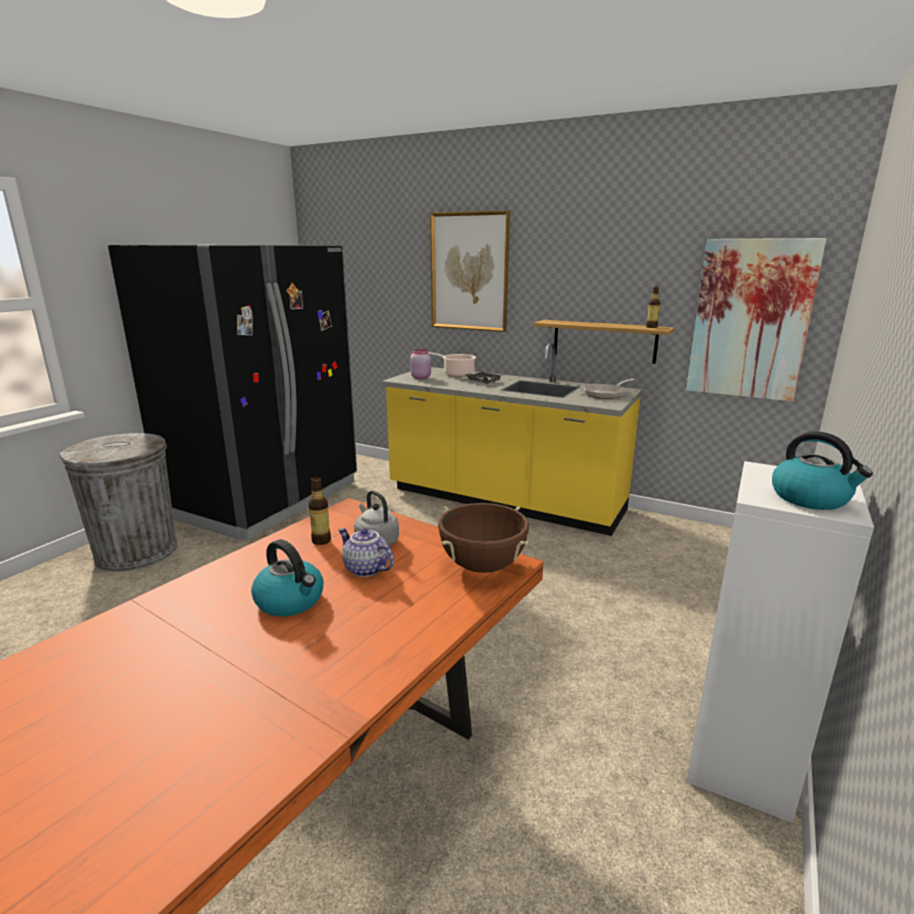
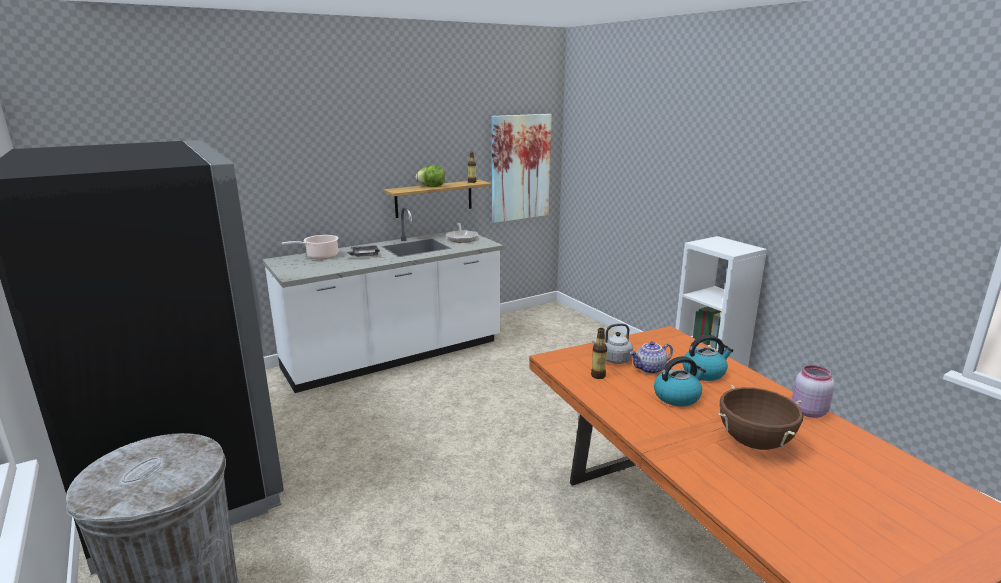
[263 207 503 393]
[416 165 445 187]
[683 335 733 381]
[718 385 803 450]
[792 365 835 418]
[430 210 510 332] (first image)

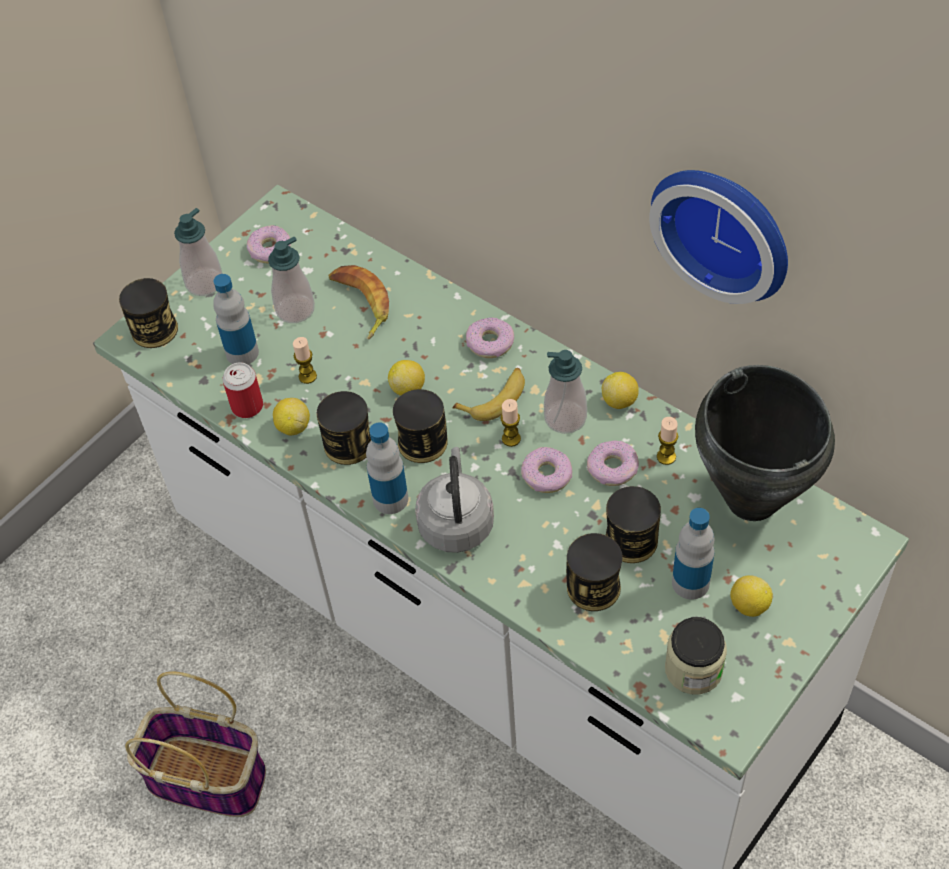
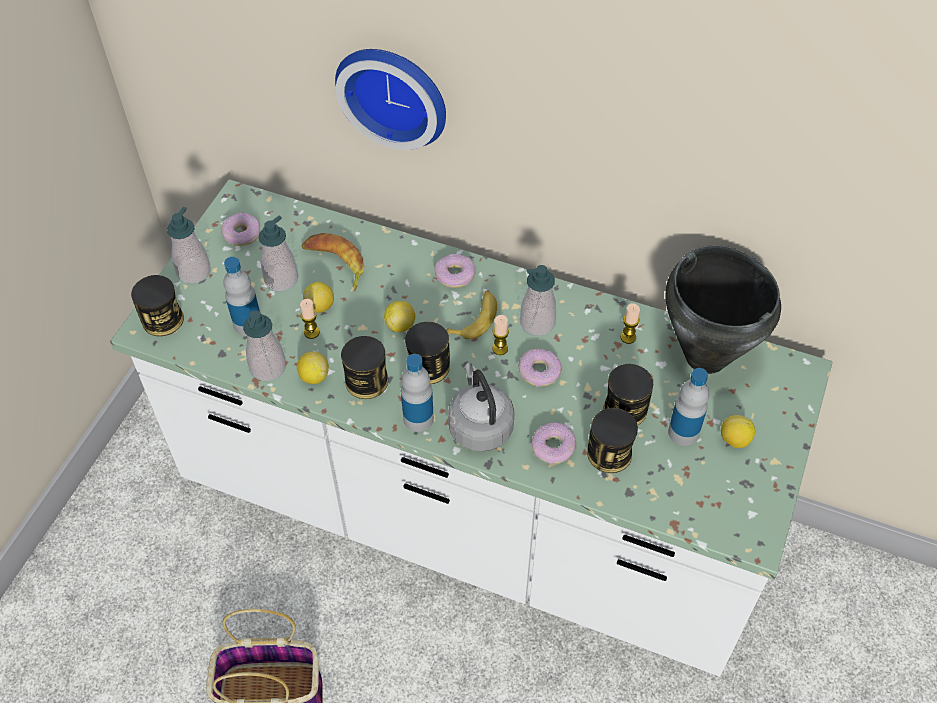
[243 311 286 381]
[303 282 334 313]
[335 49 446 150]
[532 422 576 464]
[665 617 727 694] (first image)

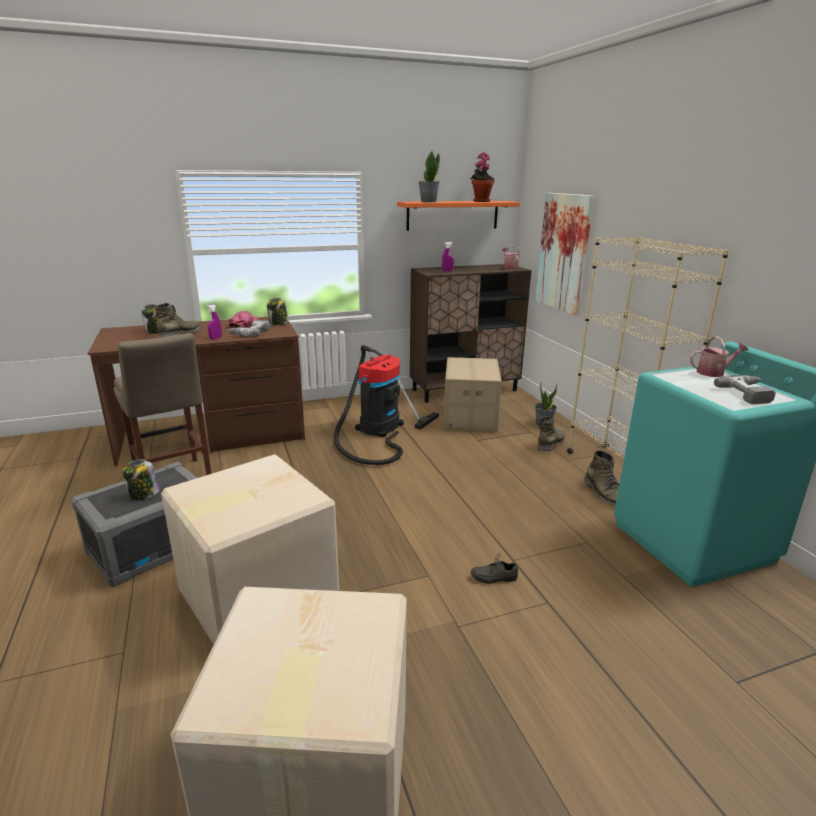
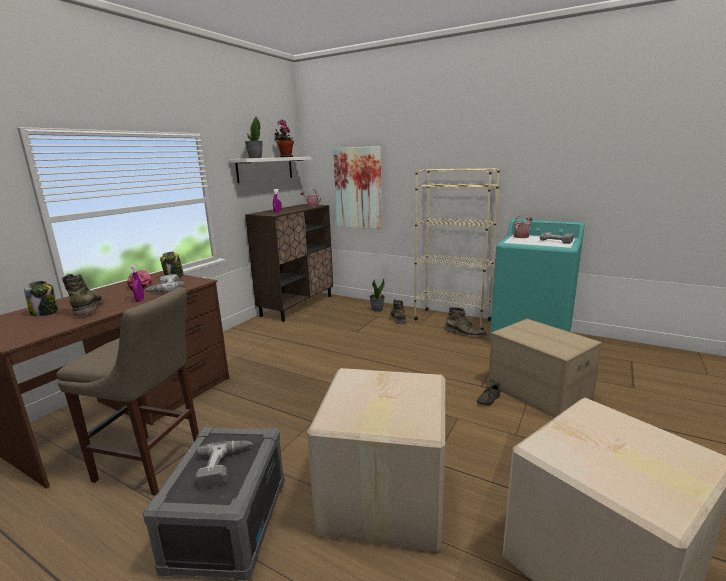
[195 441 252 489]
[228 157 311 183]
[488 319 602 418]
[334 345 439 465] (first image)

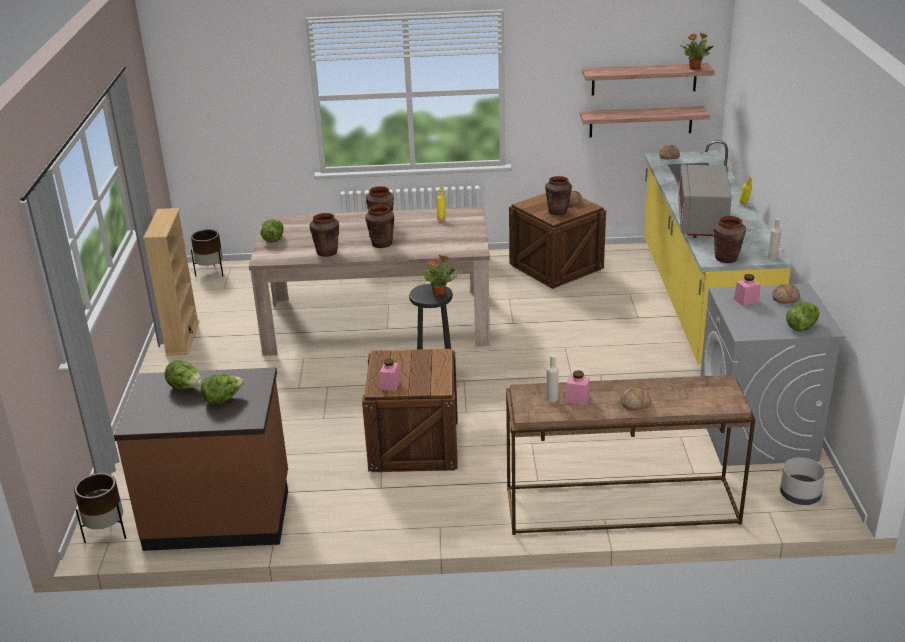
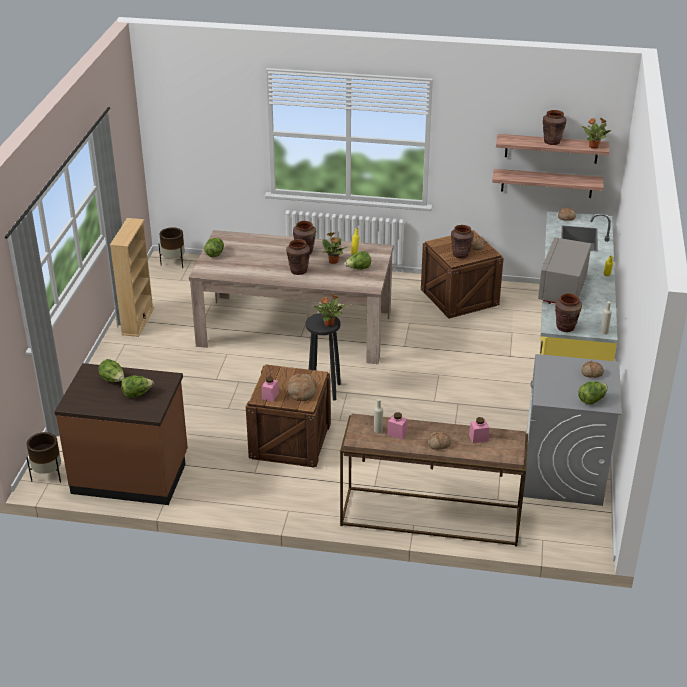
[288 373 317 401]
[322 233 347 264]
[344 251 371 270]
[469 417 489 443]
[543 110 566 145]
[780 457 825 505] (first image)

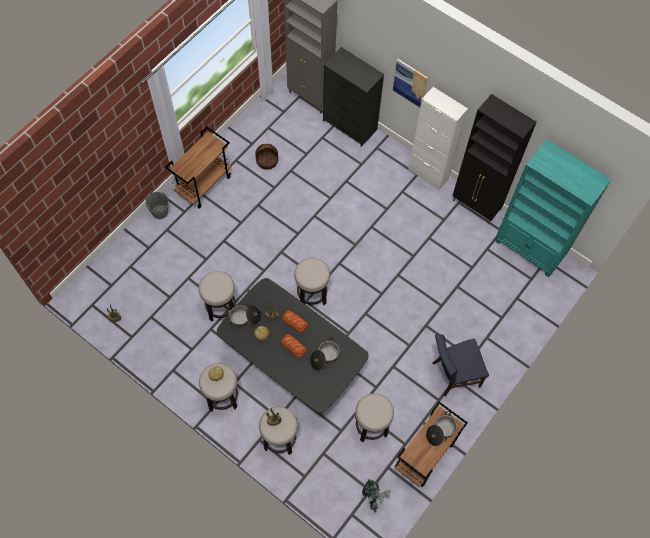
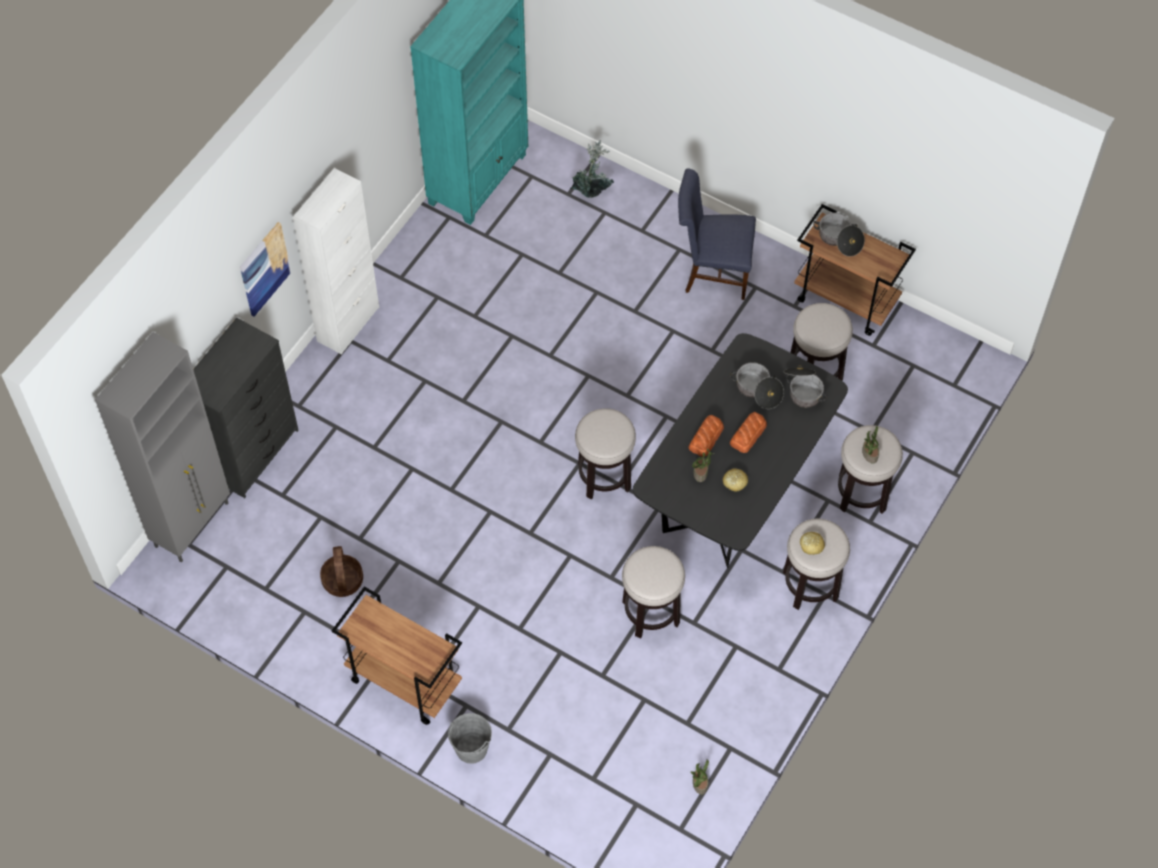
[570 140 614 198]
[678 168 756 300]
[784 365 828 408]
[452 94 537 224] (first image)

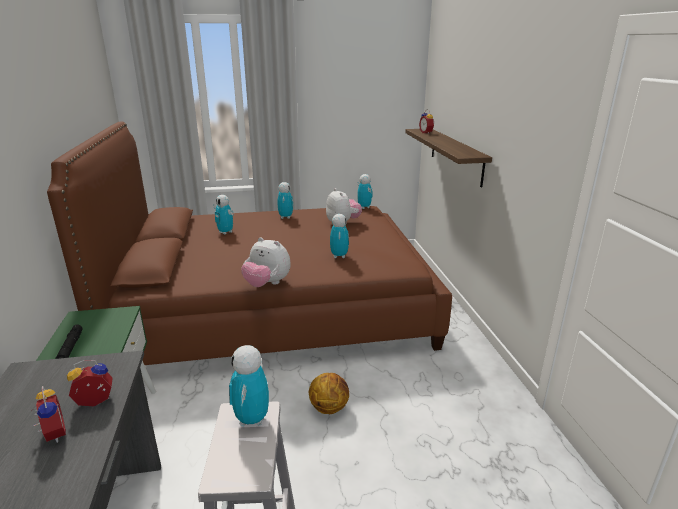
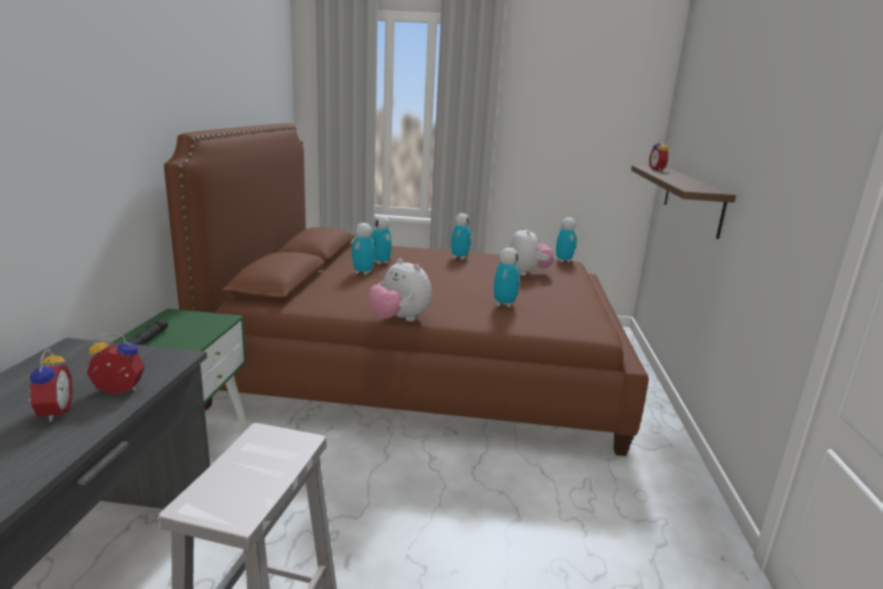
[351 223 374 275]
[309 373 349 414] (first image)

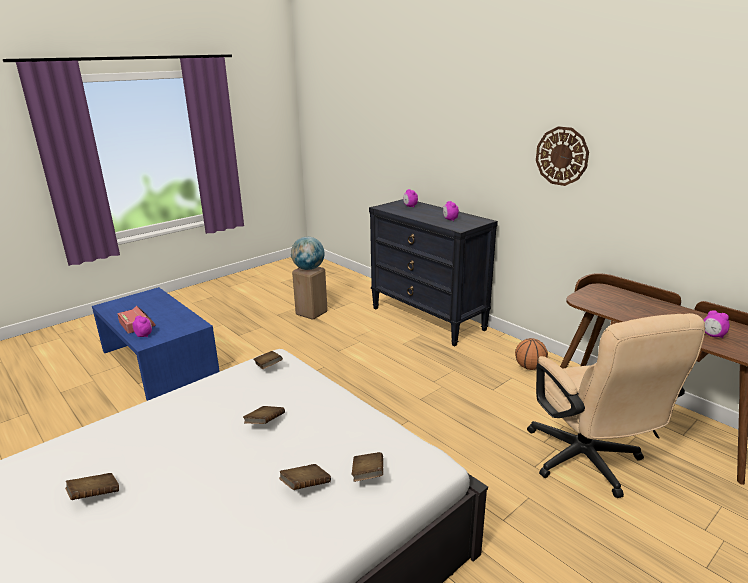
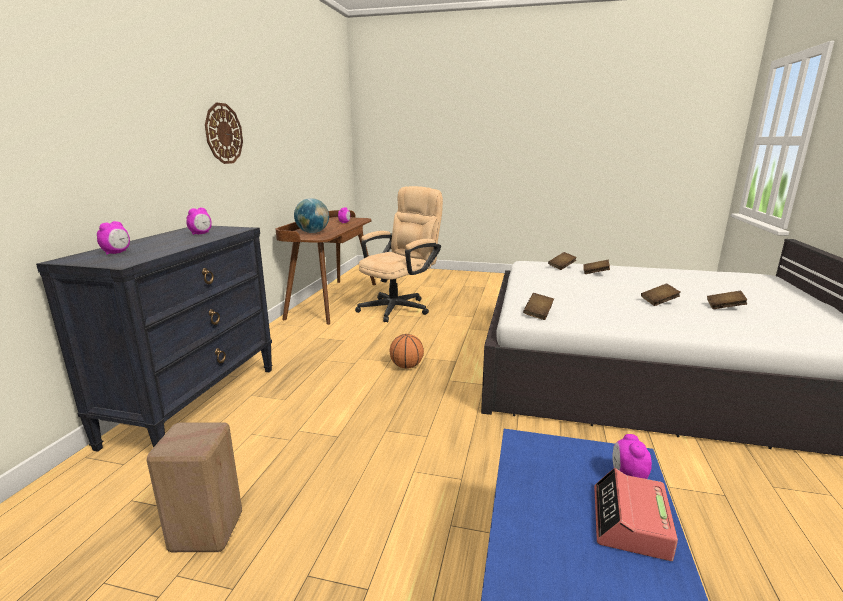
[294 198 329 233]
[390 334 424 369]
[641 283 681 306]

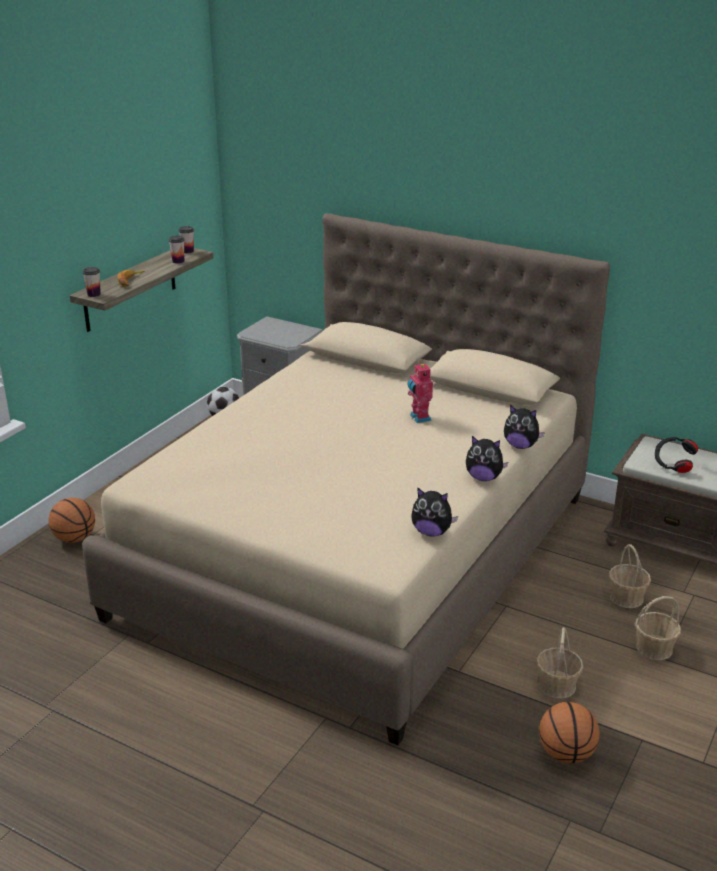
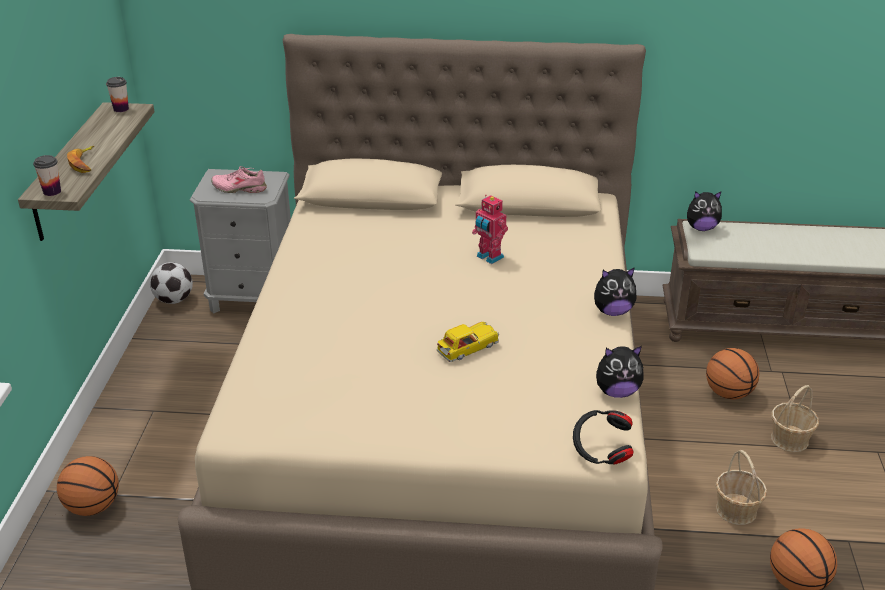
[211 166 267 193]
[437 322 499 362]
[573 410 633 464]
[687 191 722 231]
[706 348 759 400]
[169 236 185 264] (first image)

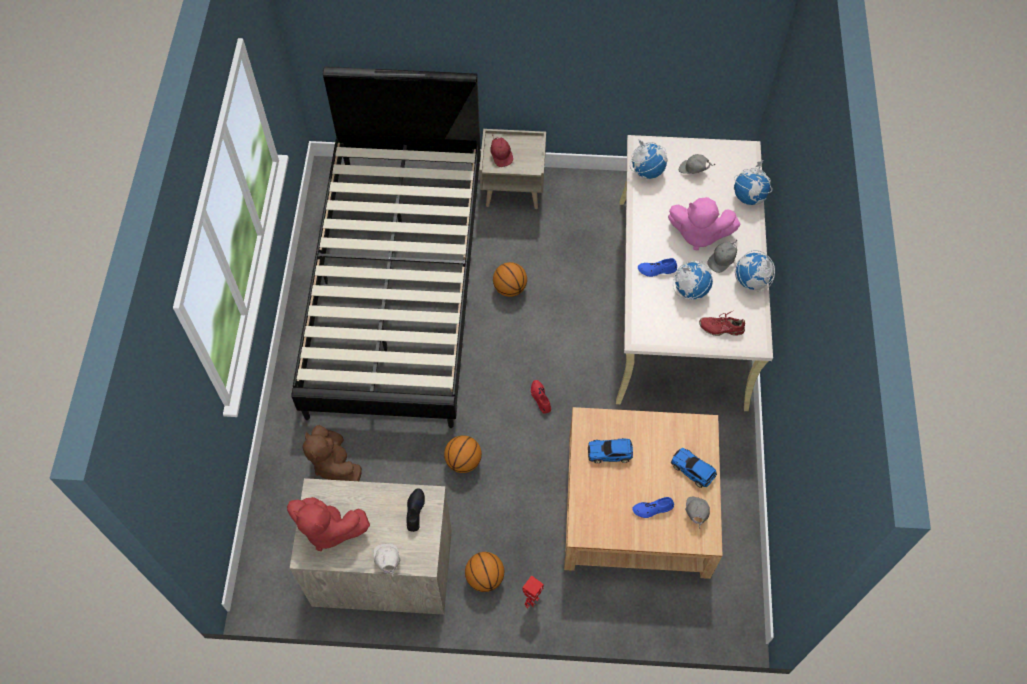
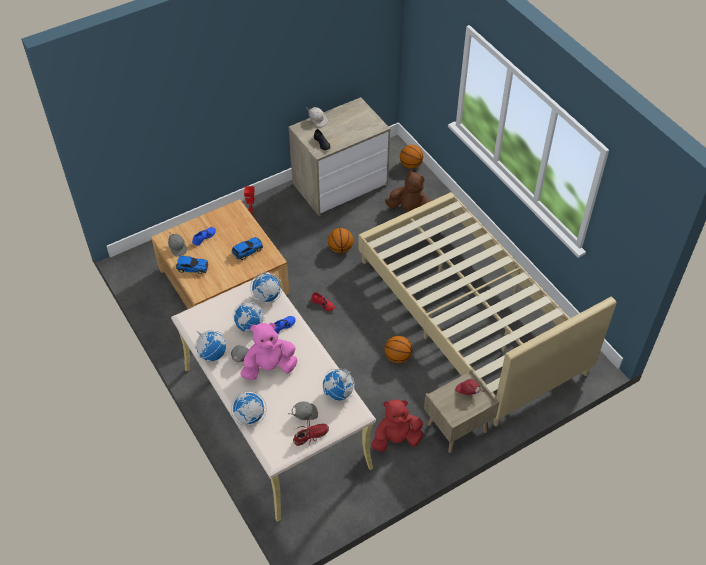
[250 272 282 304]
[293 419 329 446]
[358 192 617 427]
[371 399 424 452]
[400 145 423 168]

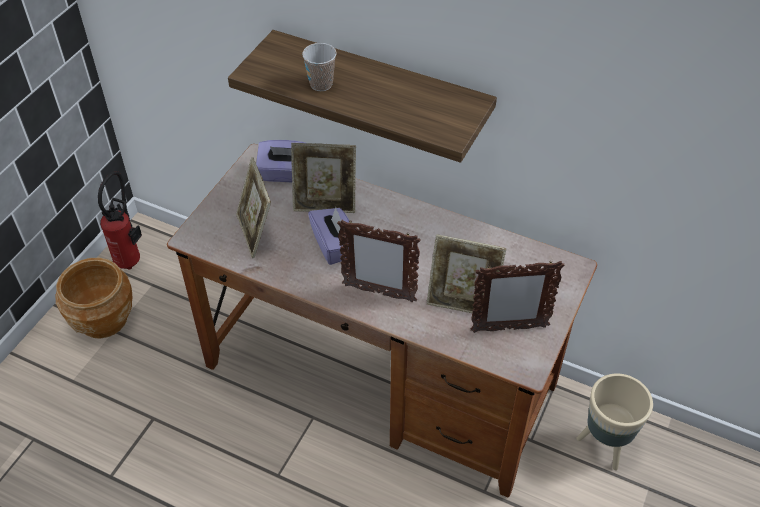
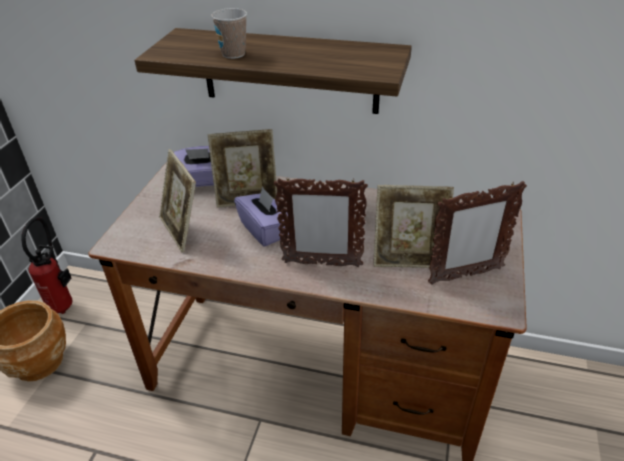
[576 374 653 470] (first image)

